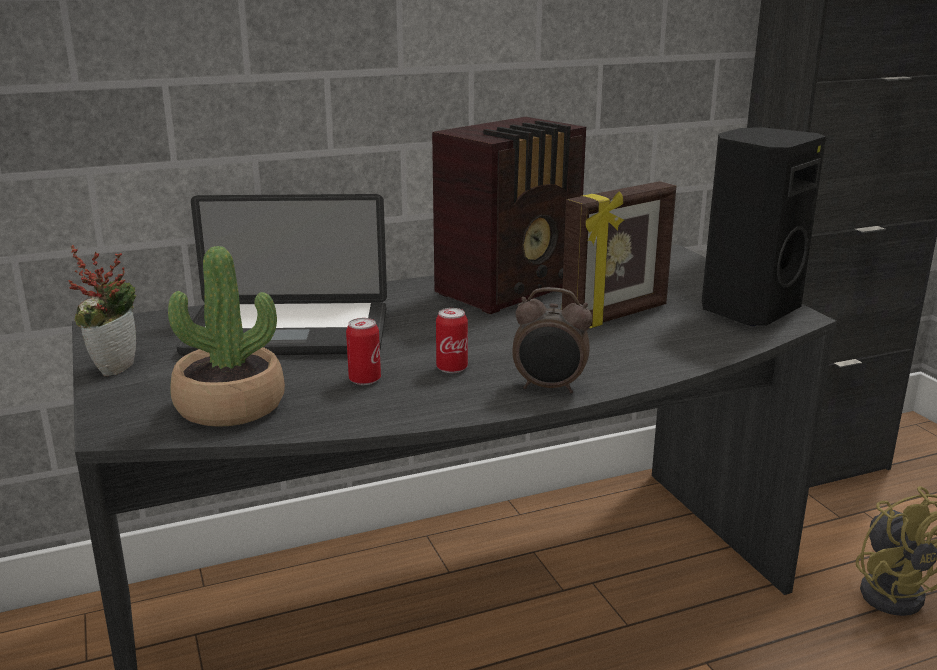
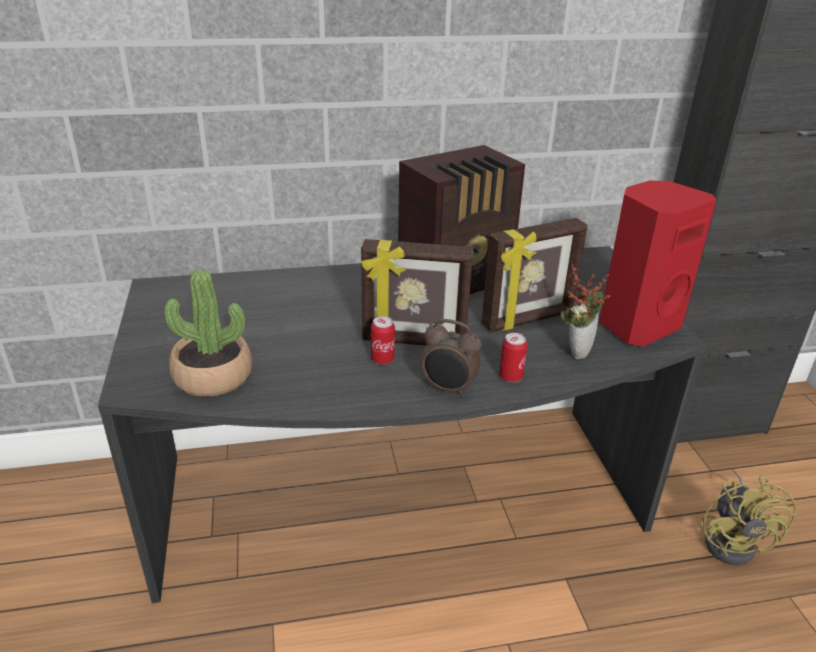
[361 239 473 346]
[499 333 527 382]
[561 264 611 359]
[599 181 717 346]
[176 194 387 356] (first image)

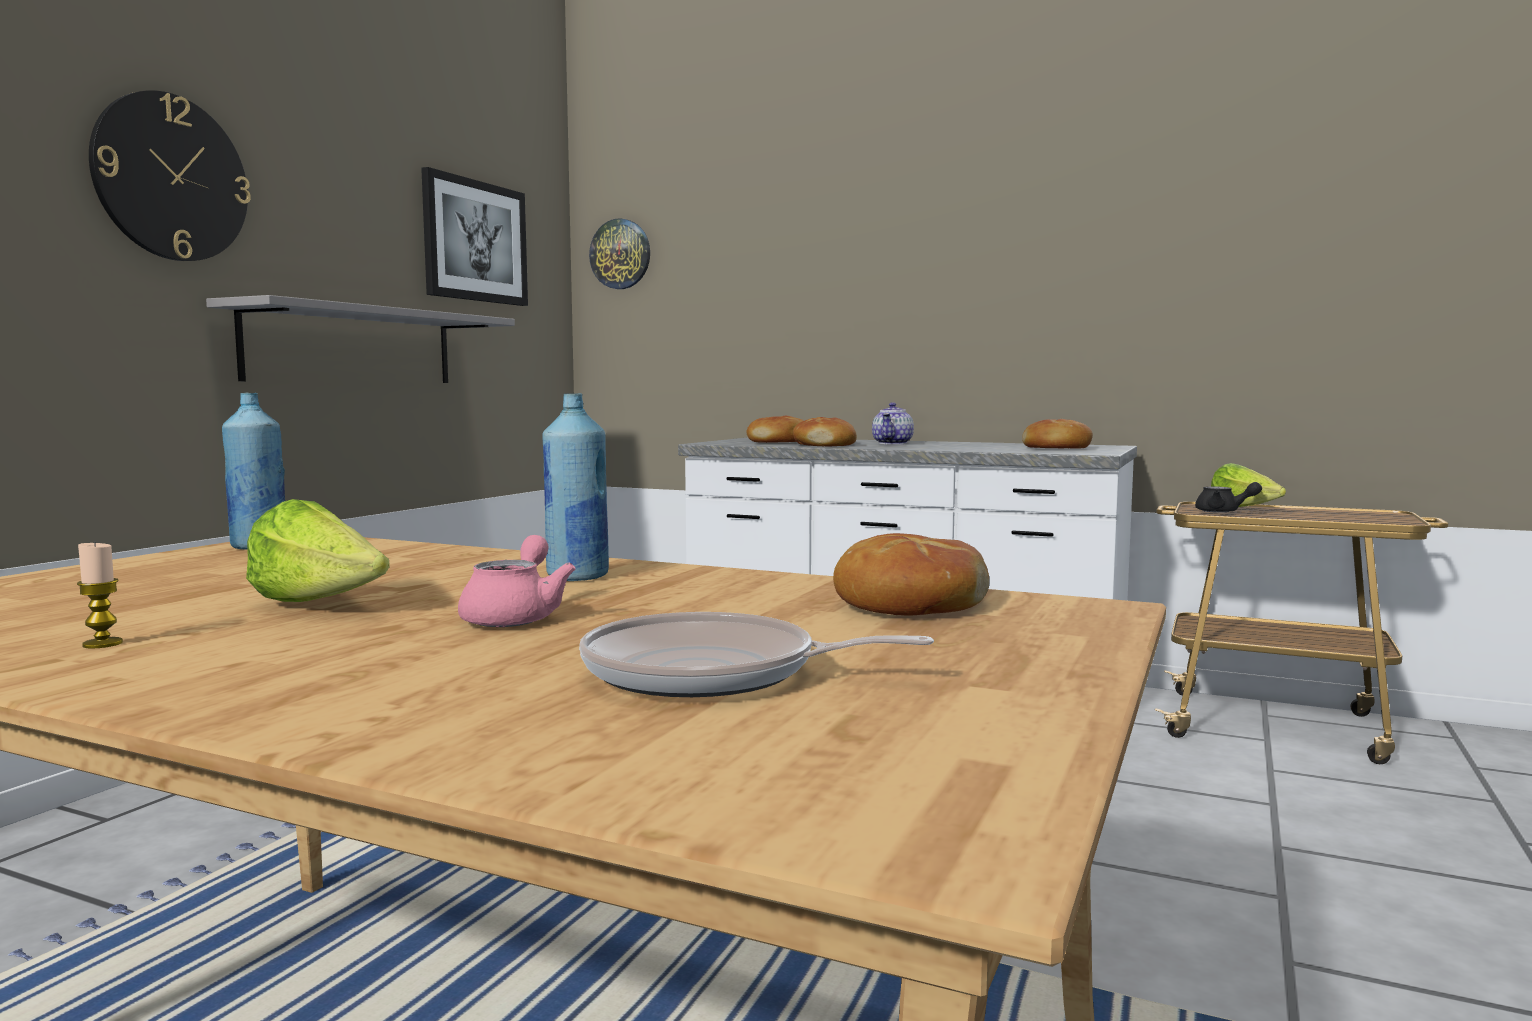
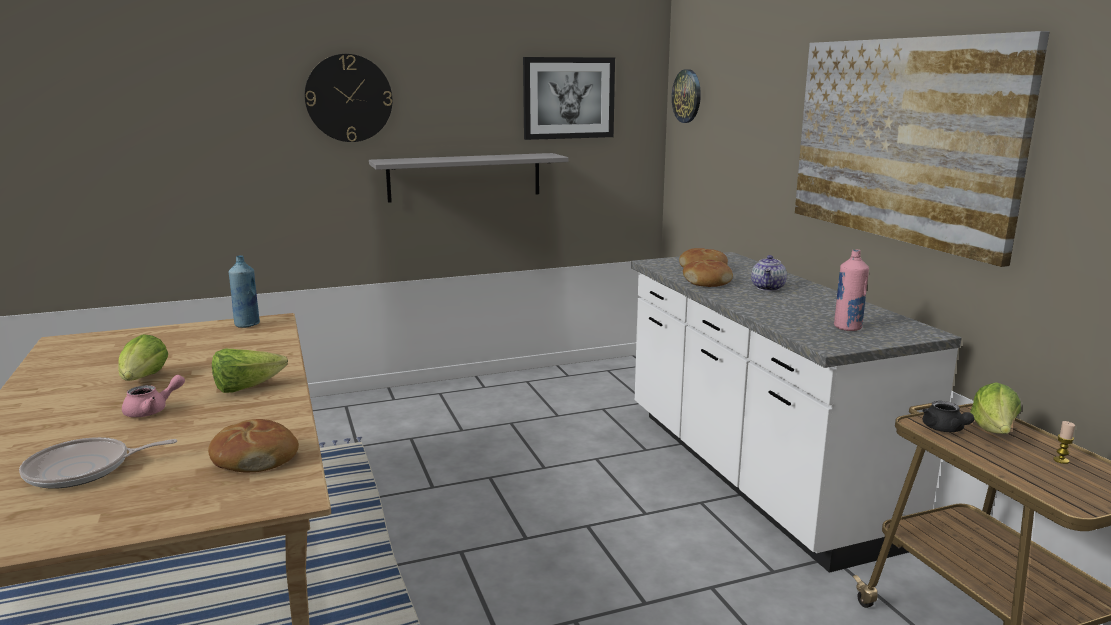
[19 437 177 489]
[212 349 288 393]
[751 255 787 291]
[795 31 1049 267]
[834 250 869 331]
[1053 421 1075 464]

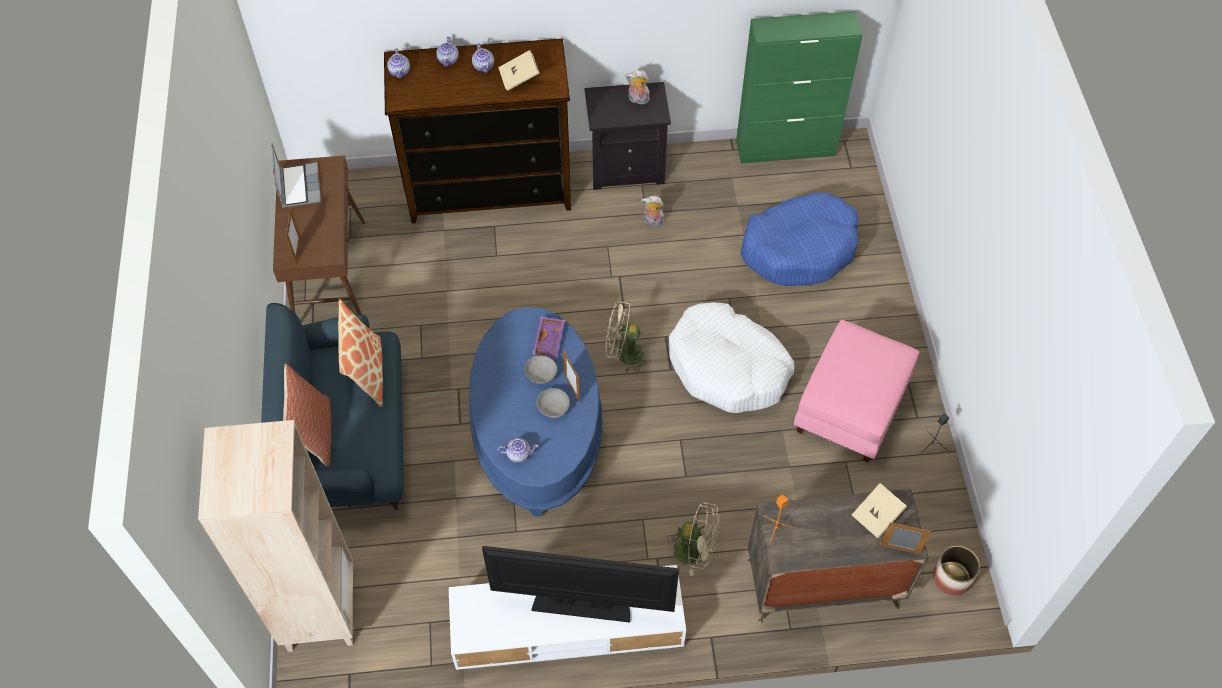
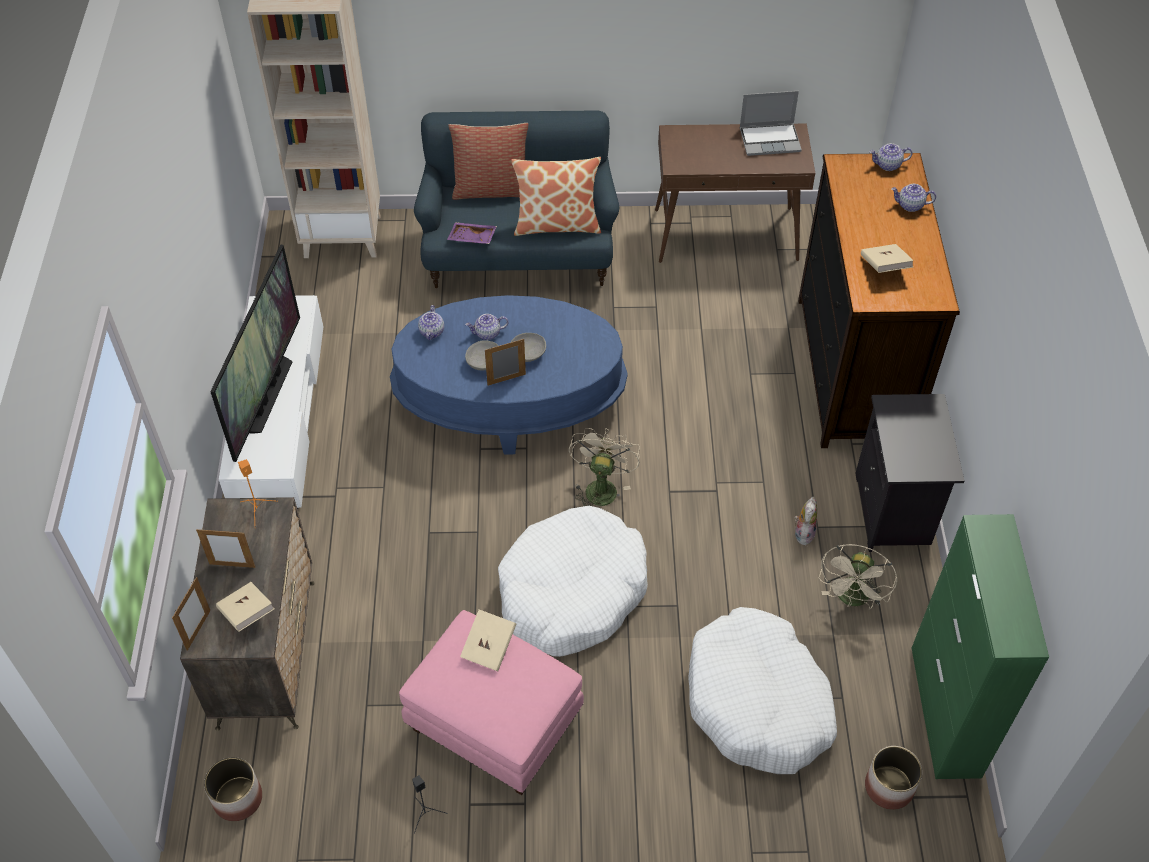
[196 528 256 568]
[447 222 497 244]
[460 609 516 671]
[465 314 509 340]
[688 607 837 774]
[819 544 897 610]
[865 746 922 810]
[625 70 651 104] (first image)

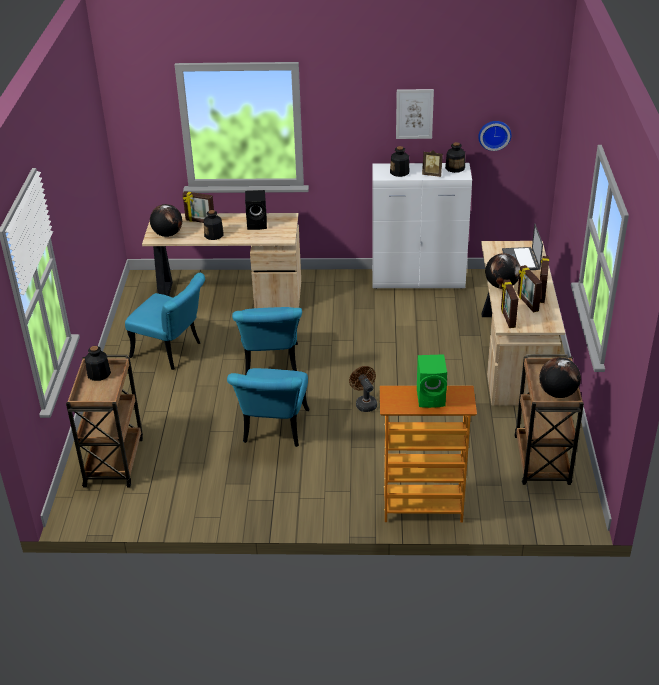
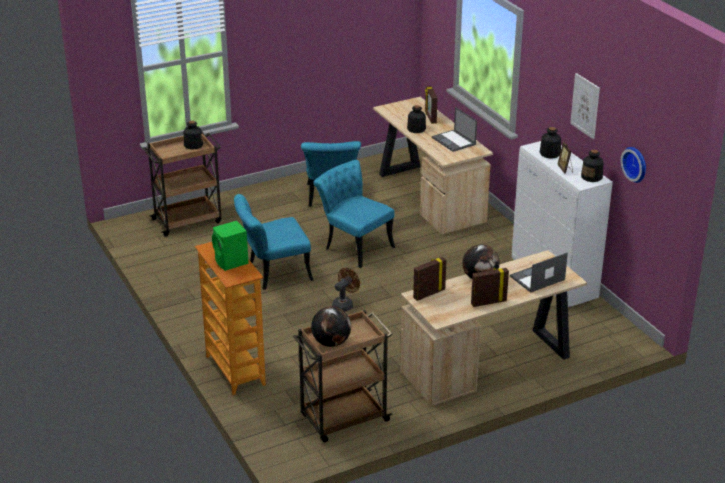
[313 160 395 268]
[432 107 477 152]
[150 204 182 237] (first image)
[517 265 542 313] (first image)

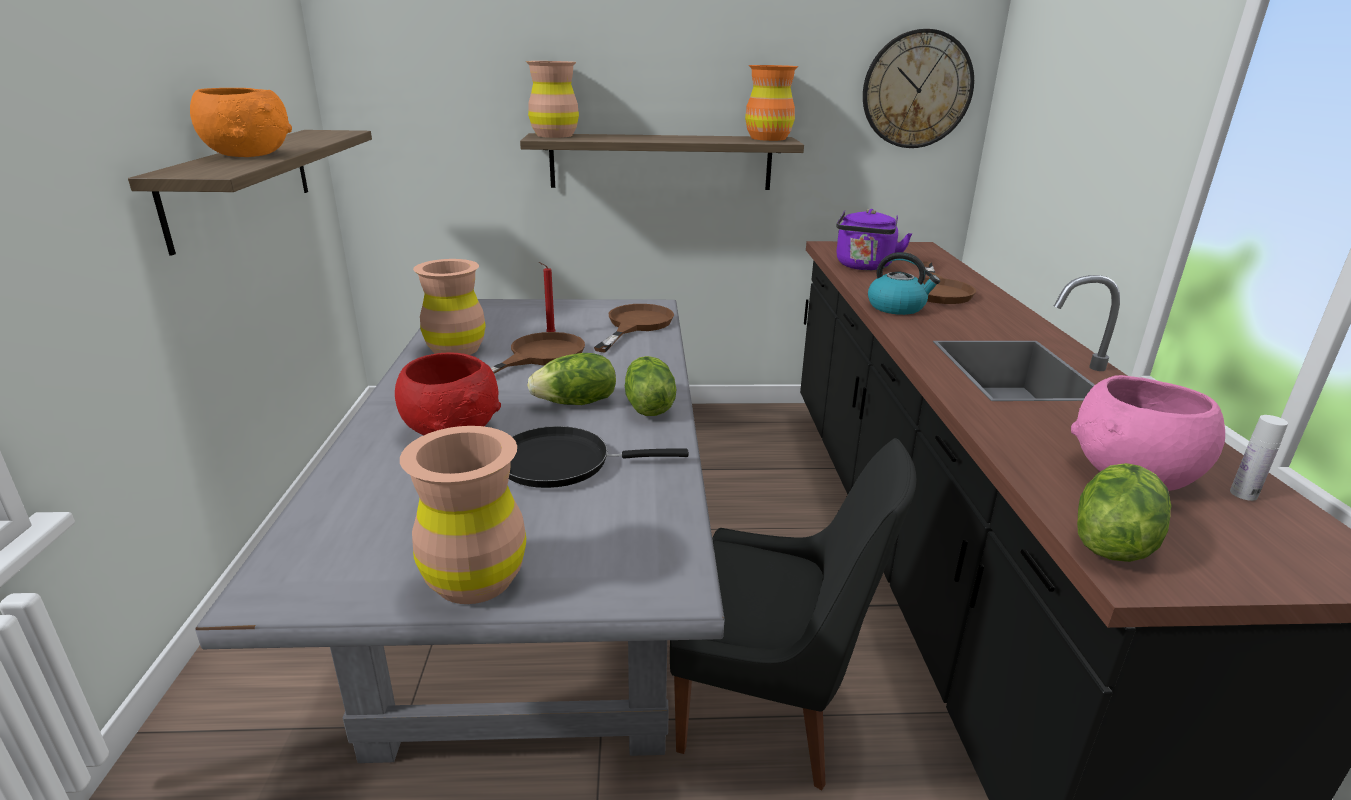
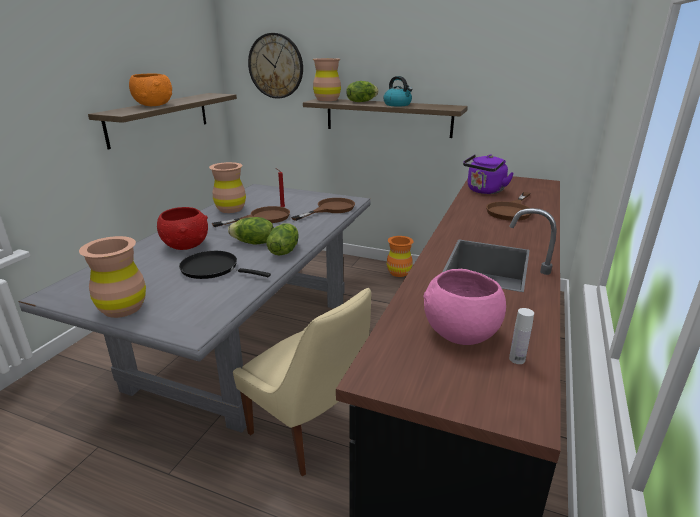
[233 288 371 476]
[248 33 303 99]
[346 81 379 102]
[383 76 413 106]
[387 236 414 277]

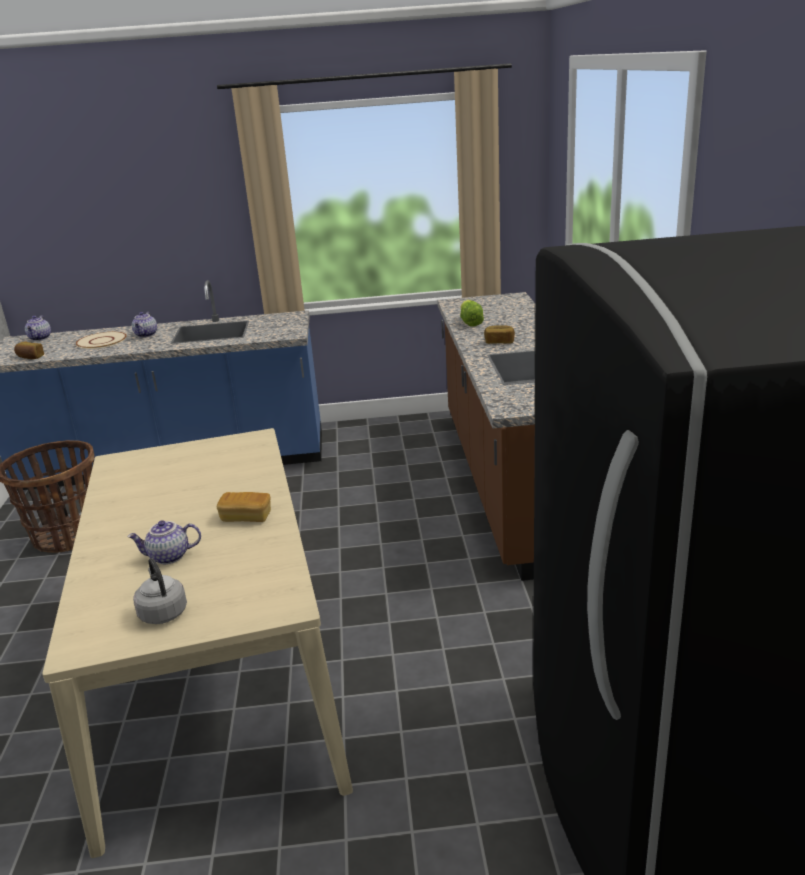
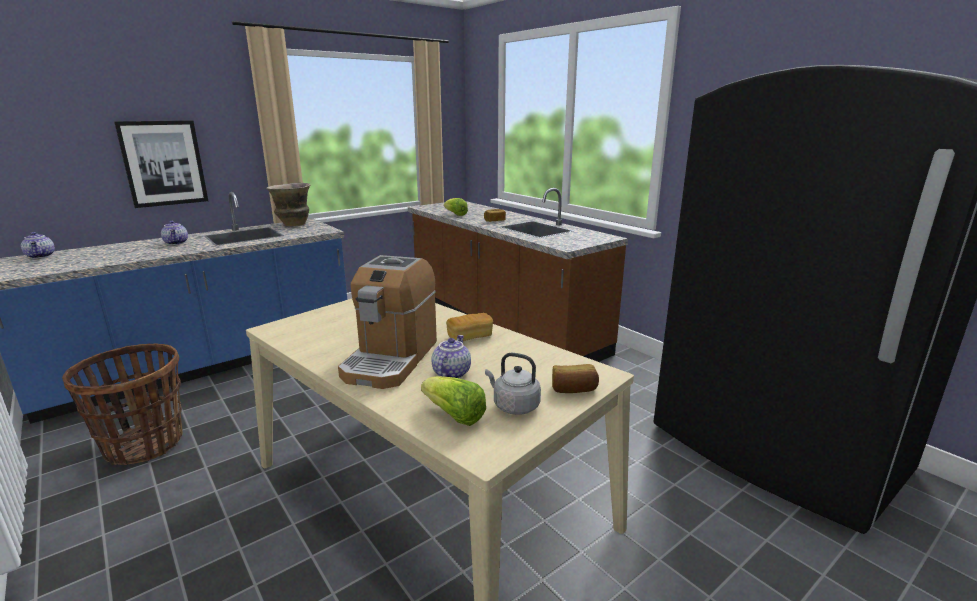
[114 120 208 208]
[266 183 310 226]
[338 255 437 389]
[421 376 486 426]
[432 335 471 378]
[552 364 599 393]
[76 332 126 349] (first image)

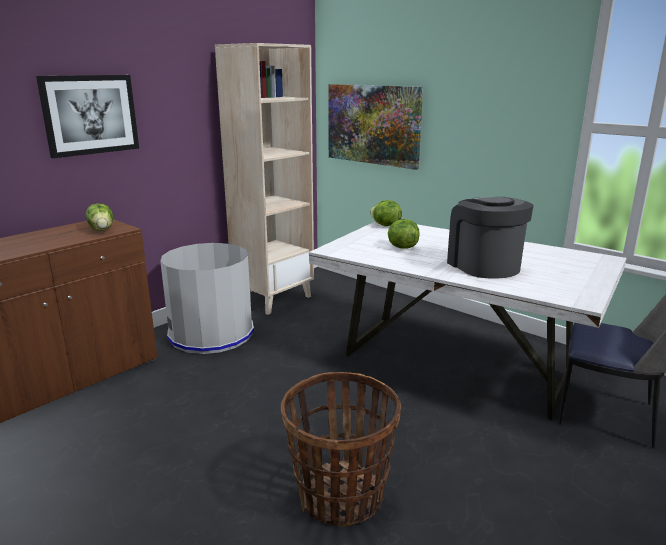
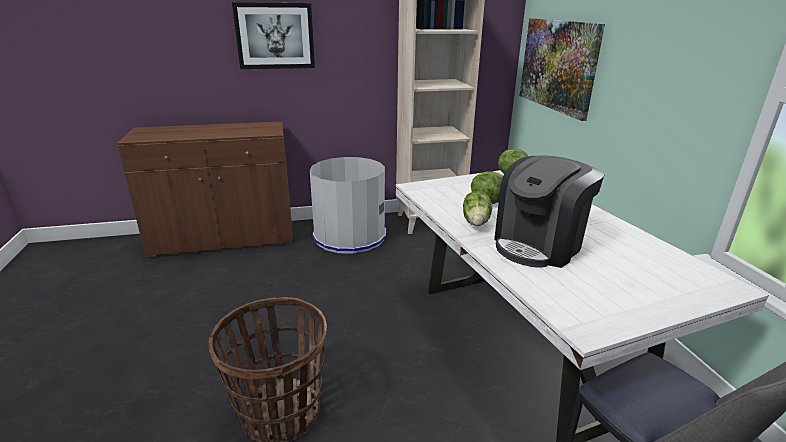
[463 191 492 226]
[494 155 604 268]

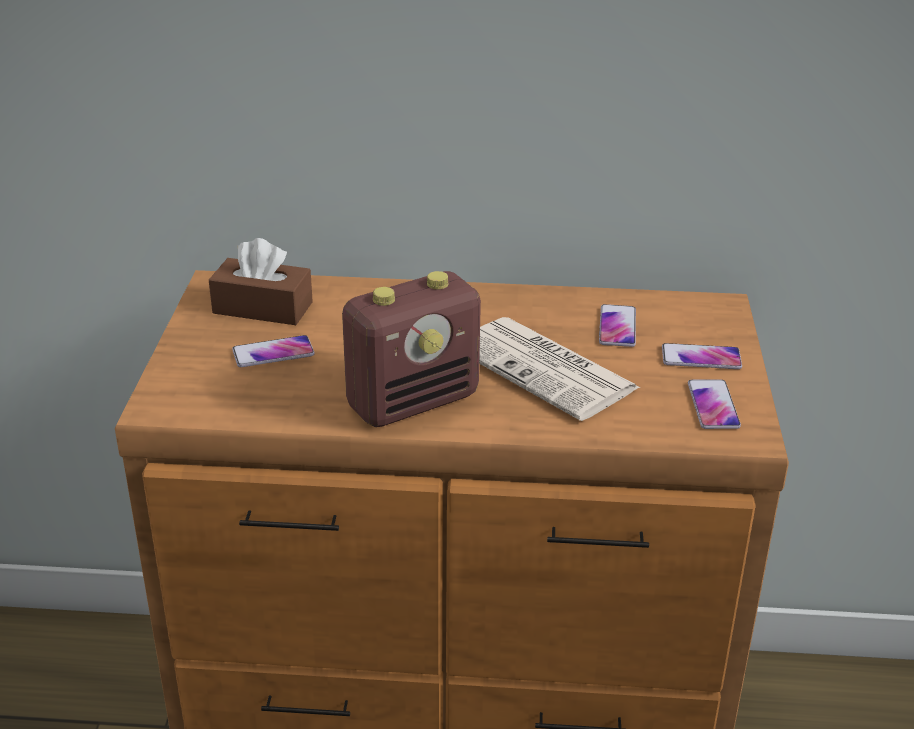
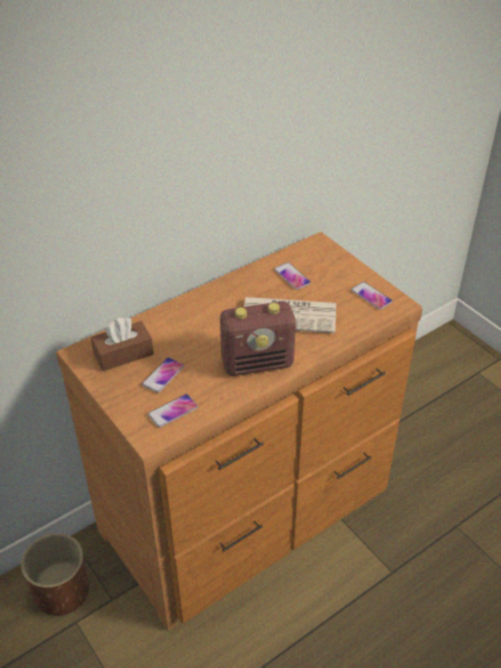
[21 533 89 616]
[148 394 198 428]
[220 301 296 376]

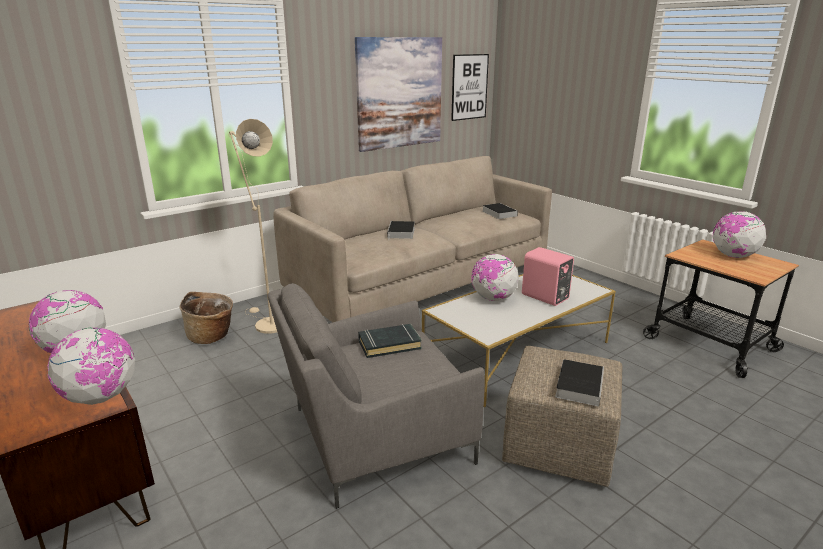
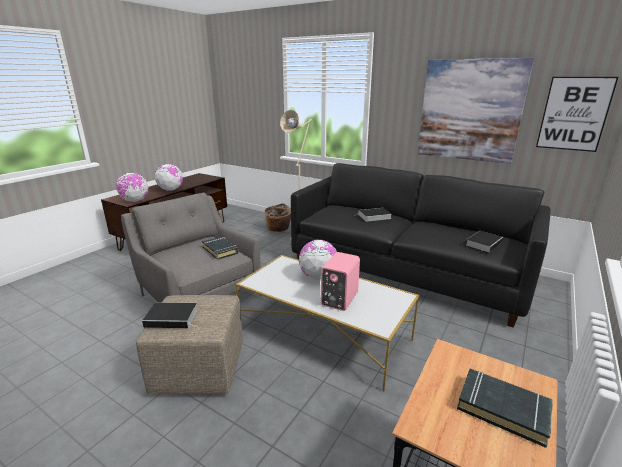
[291 163 551 328]
[457 369 553 448]

